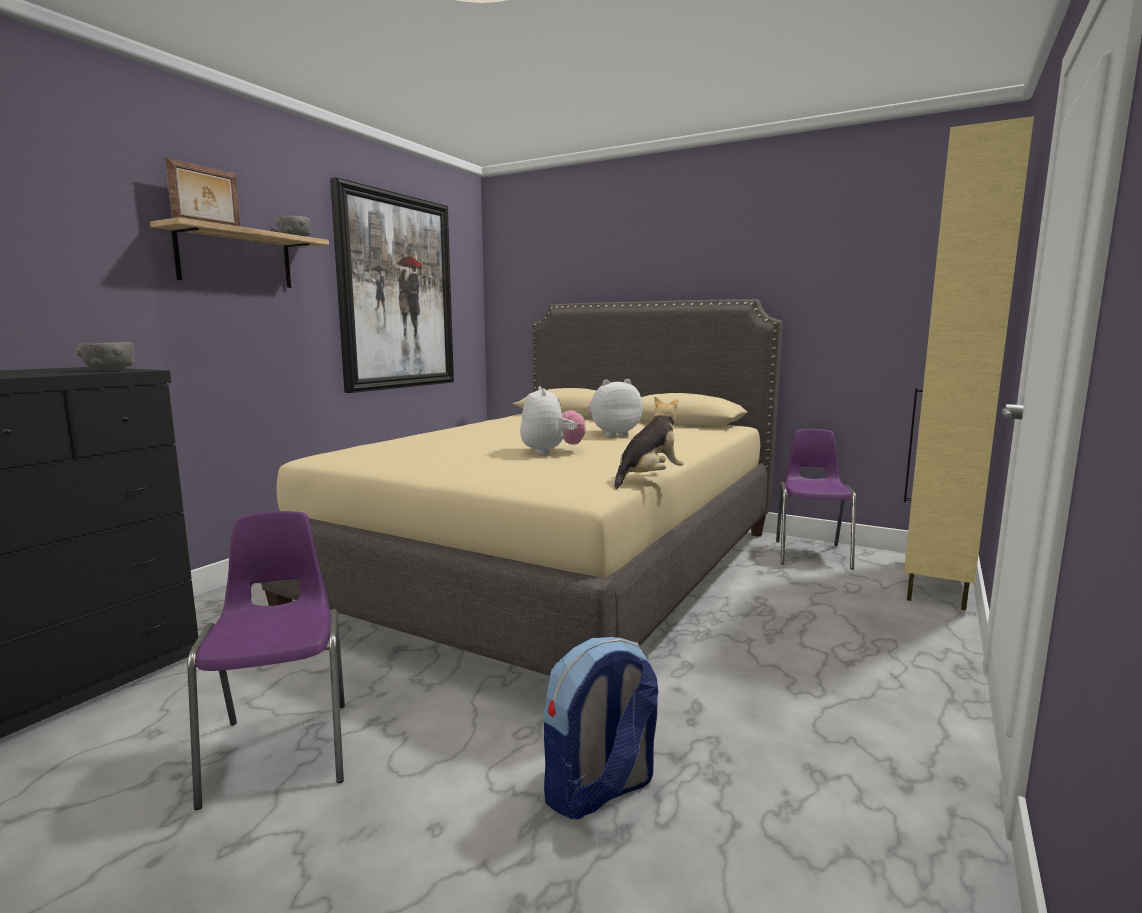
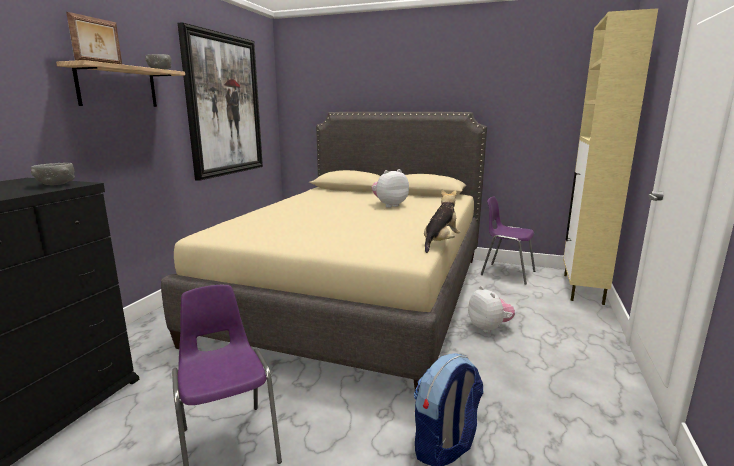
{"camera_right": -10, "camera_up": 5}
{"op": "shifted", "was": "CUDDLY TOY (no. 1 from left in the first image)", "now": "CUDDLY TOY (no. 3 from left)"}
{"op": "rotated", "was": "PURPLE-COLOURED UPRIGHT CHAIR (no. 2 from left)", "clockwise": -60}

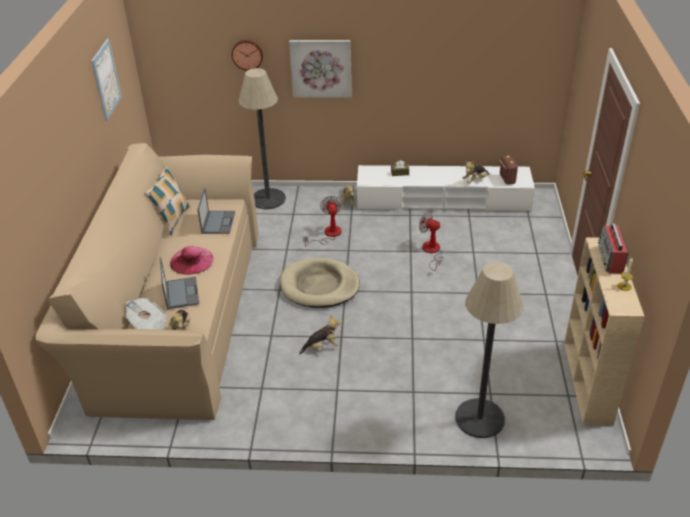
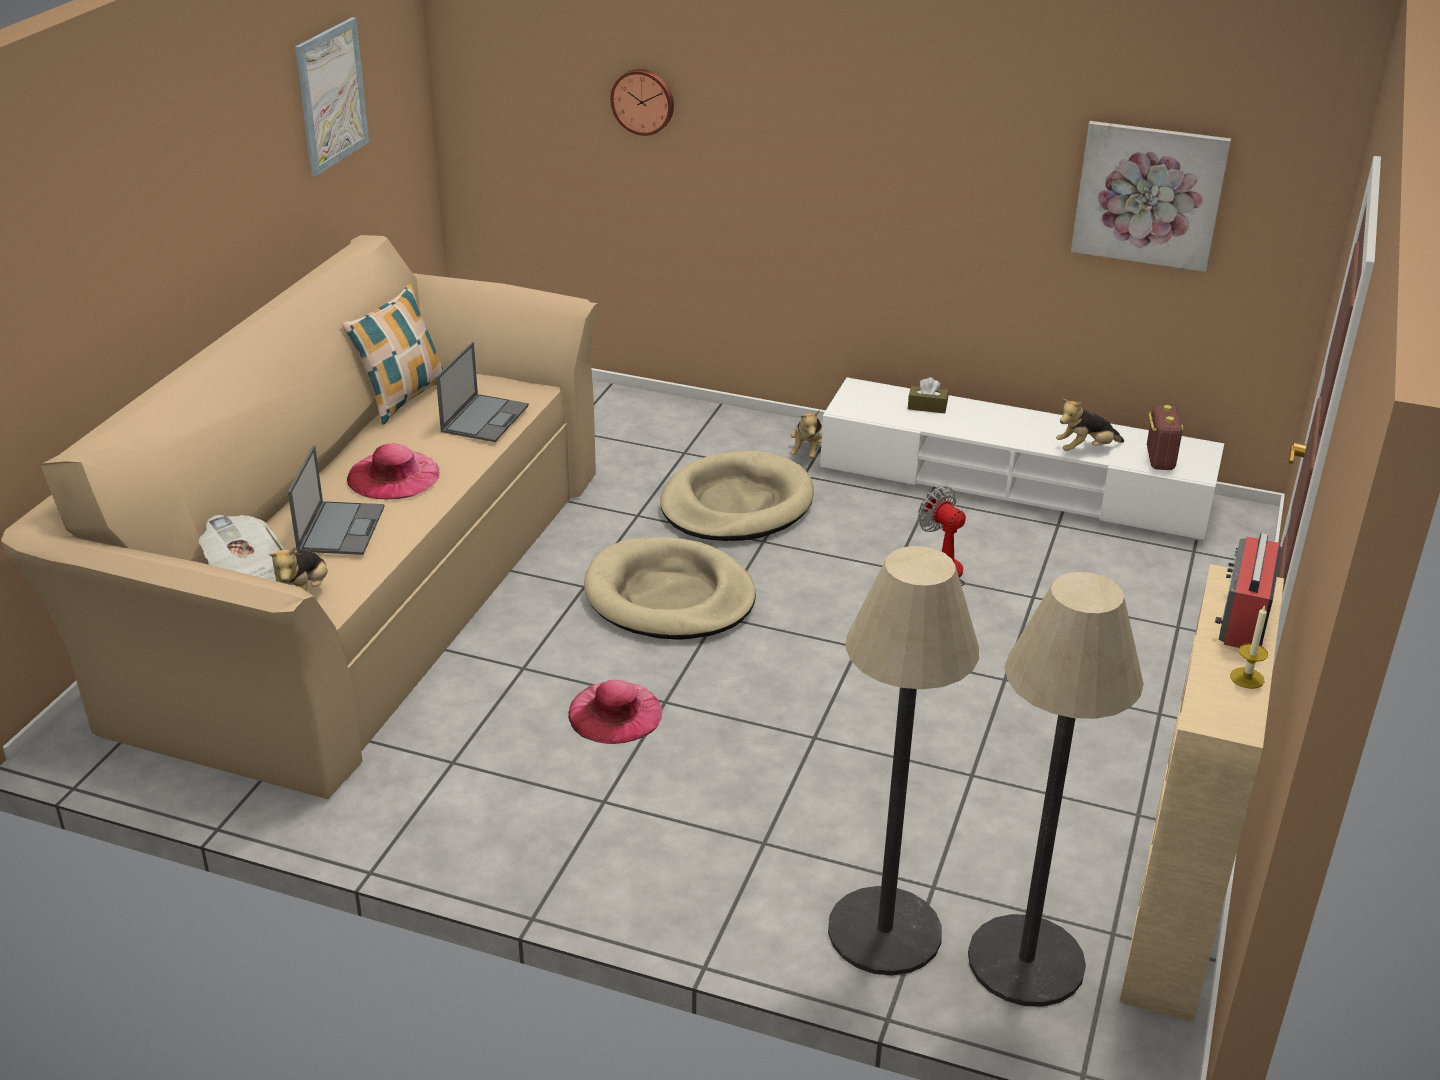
{"camera_right": 15, "camera_up": -5}
{"op": "swapped", "was": "CUDDLY TOY (no. 2 from left)", "now": "PINK WEARABLE HAT (no. 2 from left)"}
{"op": "swapped", "was": "FAN (no. 1 from left)", "now": "BEIGE-COLOURED DOG BED (no. 2 from left)"}
{"op": "shifted", "was": "FLOOR LAMP (no. 1 from left in the first image)", "now": "FLOOR LAMP (no. 2 from left)"}
{"op": "shifted", "was": "WALL PICTURE (no. 2 from left)"}

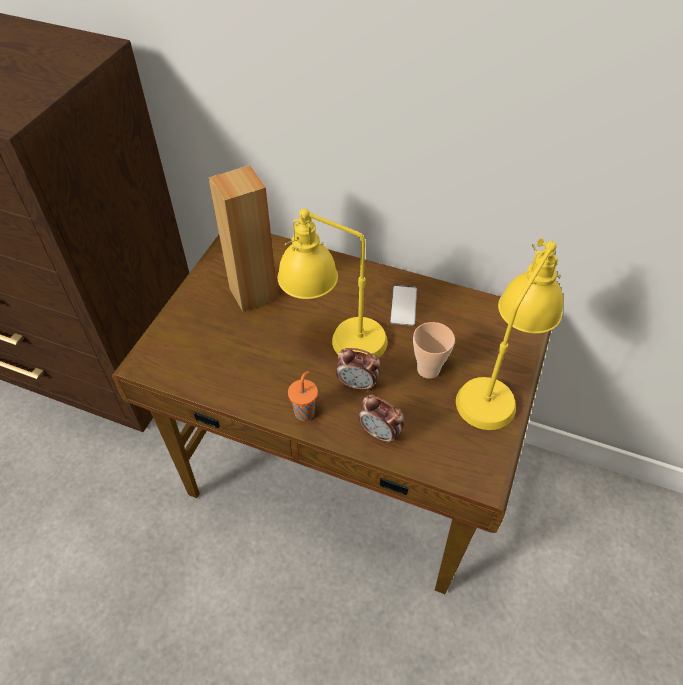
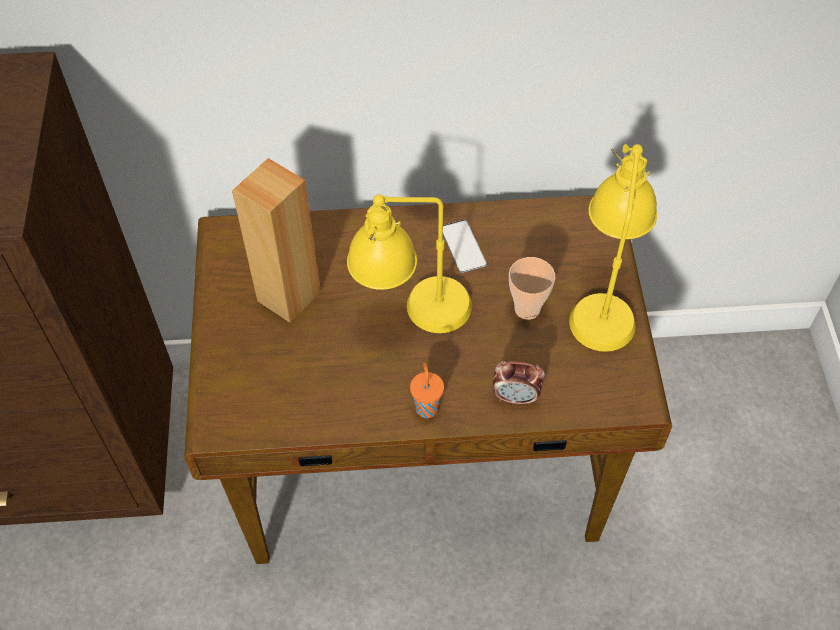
{"camera_right": -25, "camera_up": 5}
{"op": "gone", "was": "TABLE CLOCK (no. 1 from left)"}

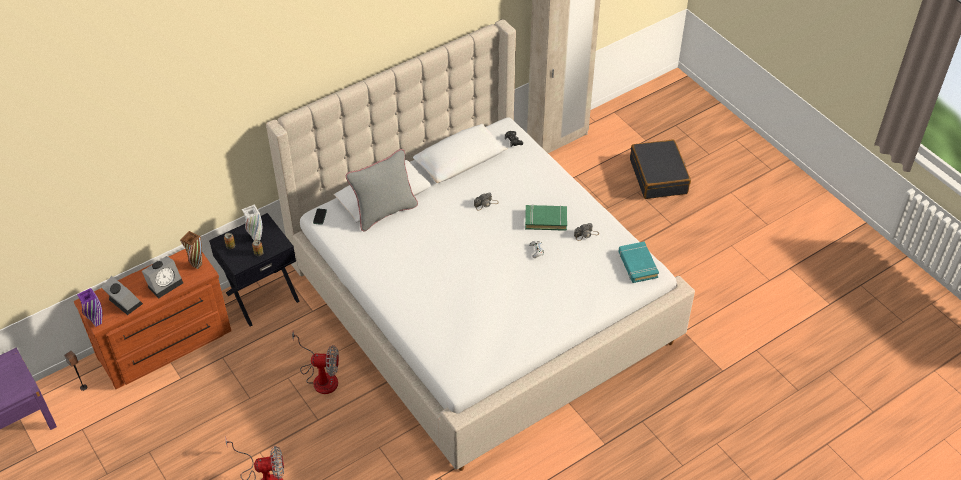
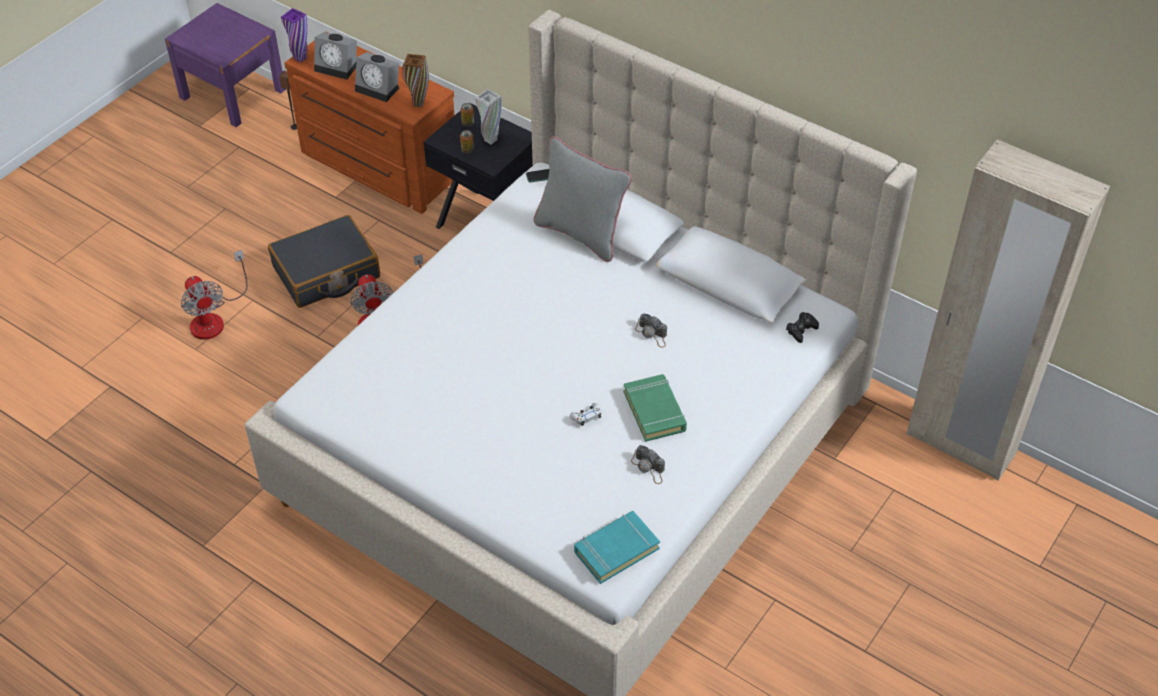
{"camera_right": 70, "camera_up": 0}
{"op": "shifted", "was": "BLACK-COLOURED TRAVEL CASE"}
{"op": "rotated", "was": "TABLE CLOCK (no. 1 from left)", "clockwise": 90}

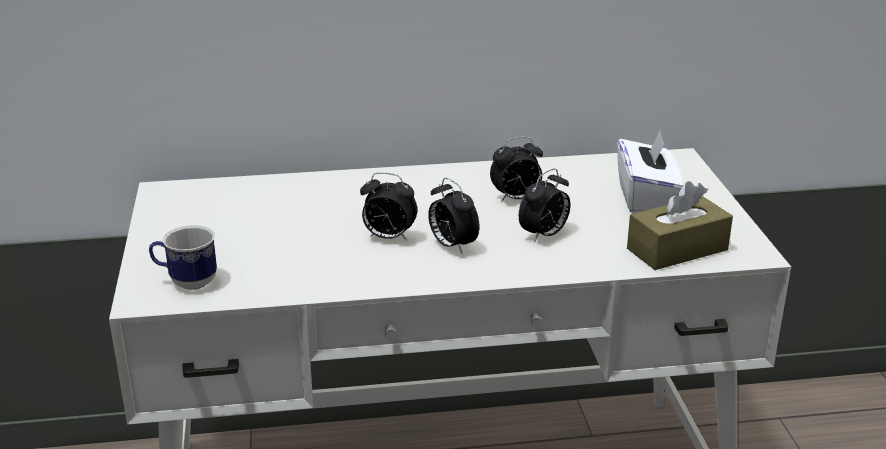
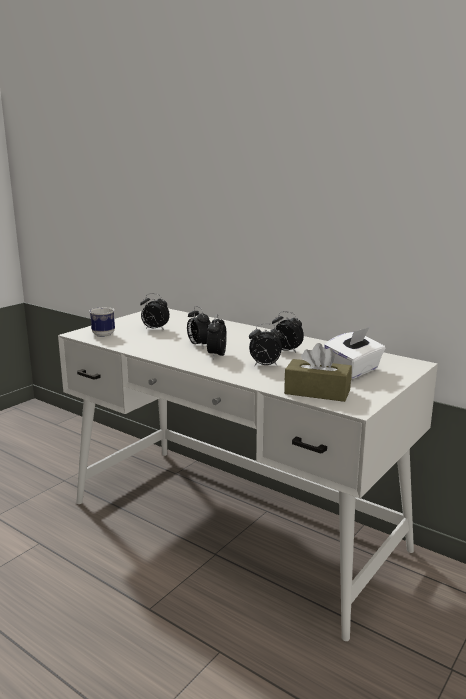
{"camera_right": 45, "camera_up": -10}
{"op": "new", "now": "TABLE CLOCK (no. 1 from left)"}

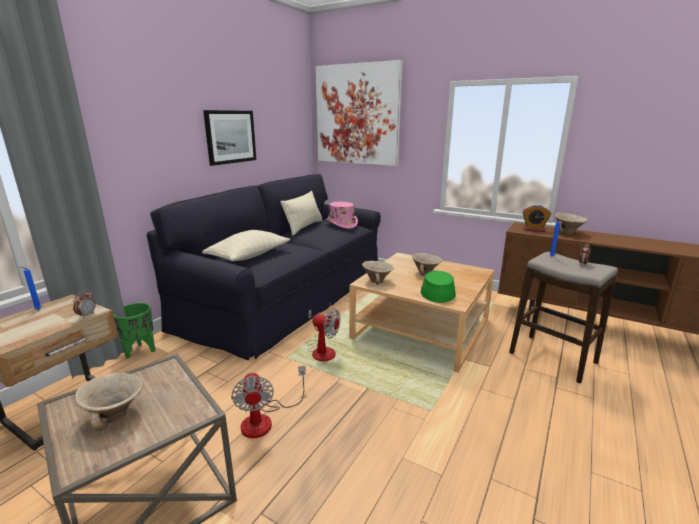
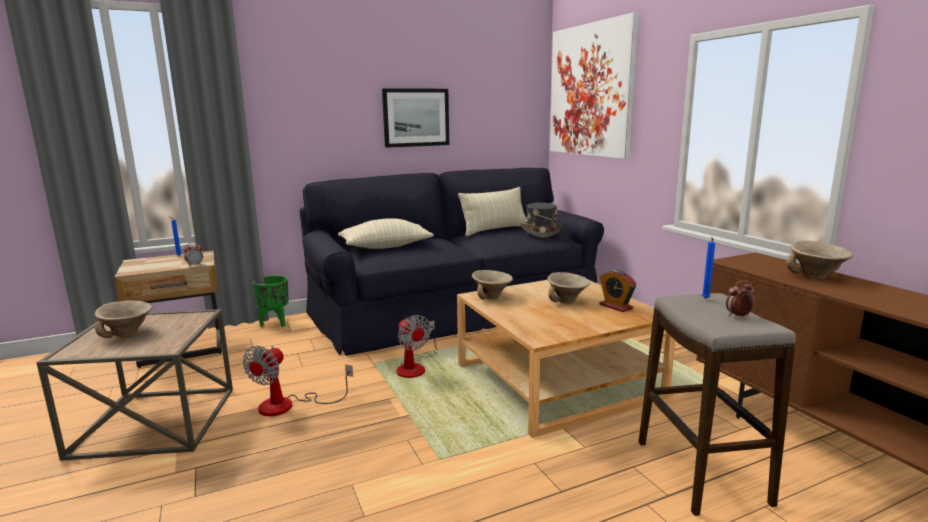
{"camera_right": 35, "camera_up": -5}
{"op": "repainted", "was": "PINK WEARABLE HAT", "now": "GREY WEARABLE HAT"}
{"op": "shifted", "was": "TABLE CLOCK (no. 2 from left)"}
{"op": "gone", "was": "GREEN-COLOURED WEARABLE HAT"}

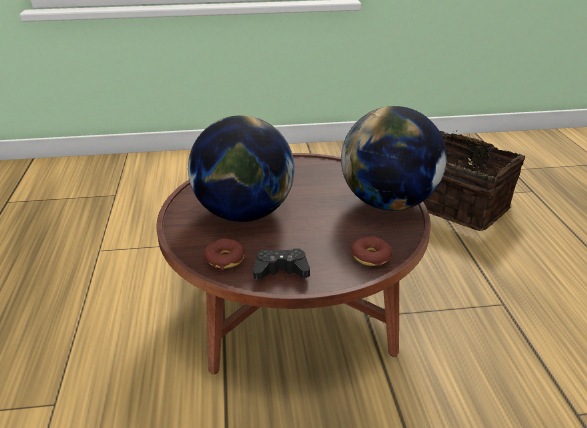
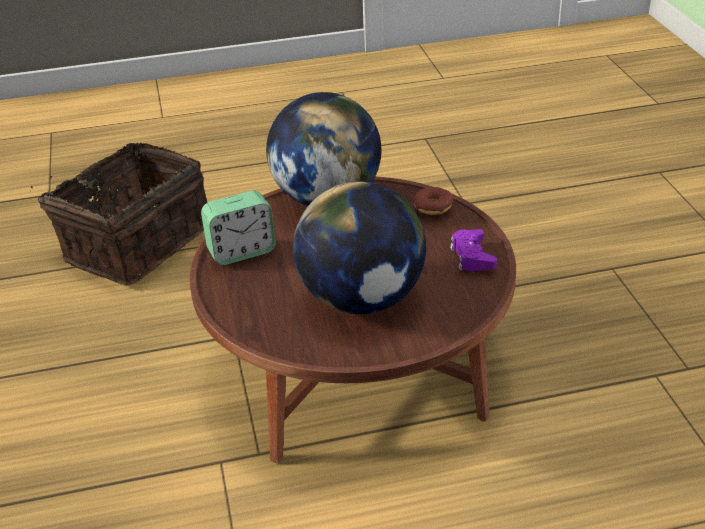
{"camera_right": -95, "camera_up": 5}
{"op": "new", "now": "TABLE CLOCK"}
{"op": "repainted", "was": "BLACK-COLOURED GAME CONTROLLER", "now": "PURPLE-COLOURED GAME CONTROLLER"}
{"op": "gone", "was": "RING DOUGHNUT (no. 1 from left)"}

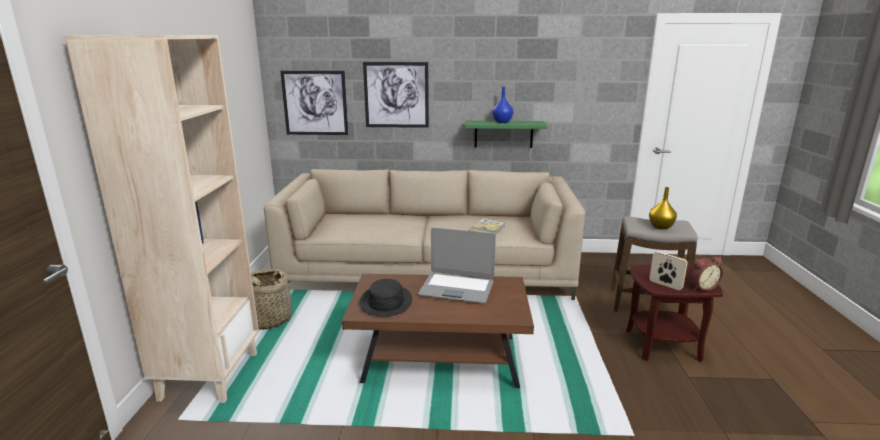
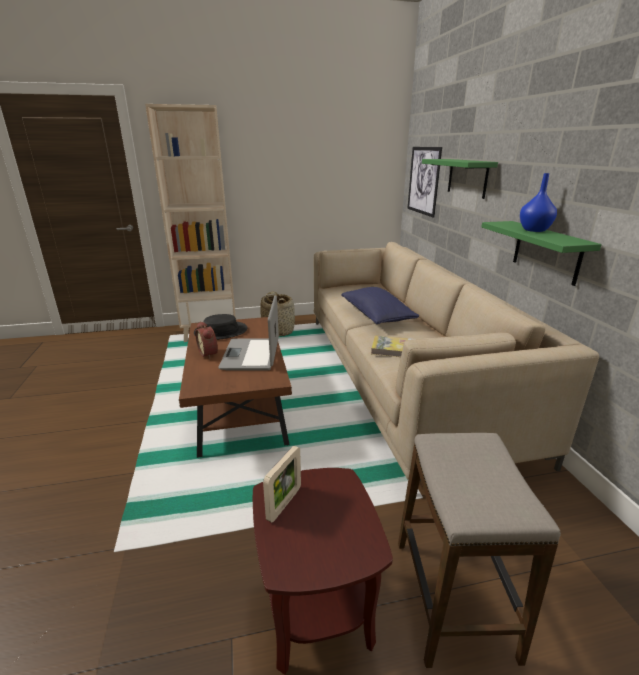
{"camera_right": 75, "camera_up": 5}
{"op": "shifted", "was": "TABLE CLOCK"}
{"op": "new", "now": "BLUE-COLOURED CUSHION"}
{"op": "swapped", "was": "WALL PICTURE (no. 2 from left)", "now": "GREEN-COLOURED WALL SHELF (no. 1 from left)"}
{"op": "gone", "was": "YELLOWISH FLOWER VASE"}

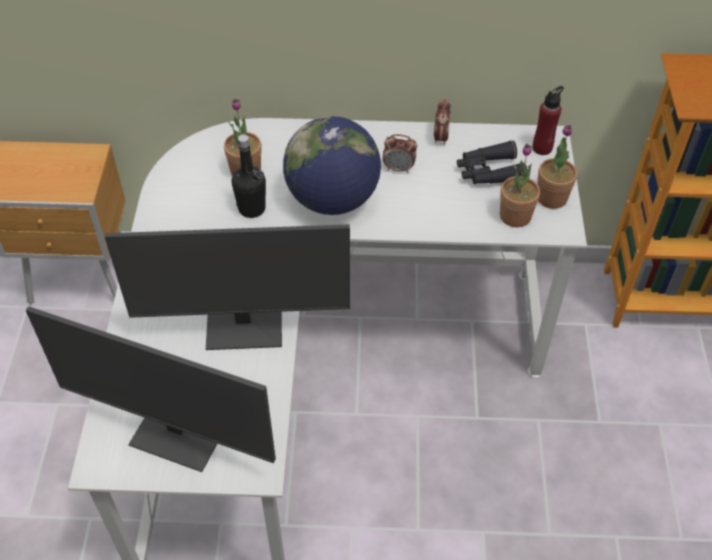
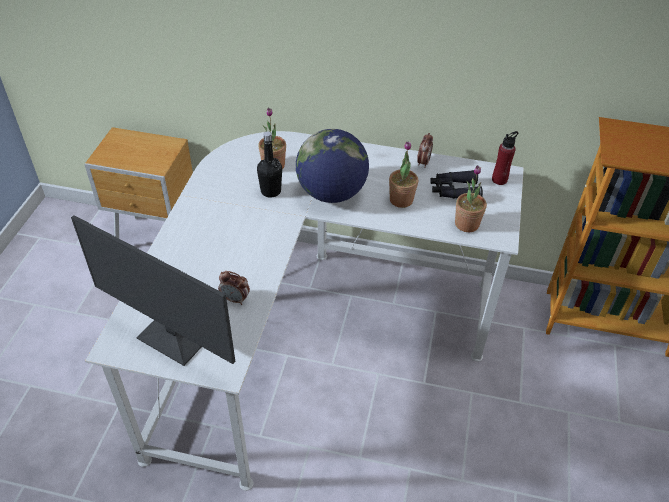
{"camera_right": 10, "camera_up": -5}
{"op": "shifted", "was": "TABLE CLOCK (no. 1 from left)"}
{"op": "shifted", "was": "PLANT IN A POT (no. 3 from left in the first image)", "now": "PLANT IN A POT (no. 2 from left)"}
{"op": "gone", "was": "MONITOR (no. 2 from left)"}

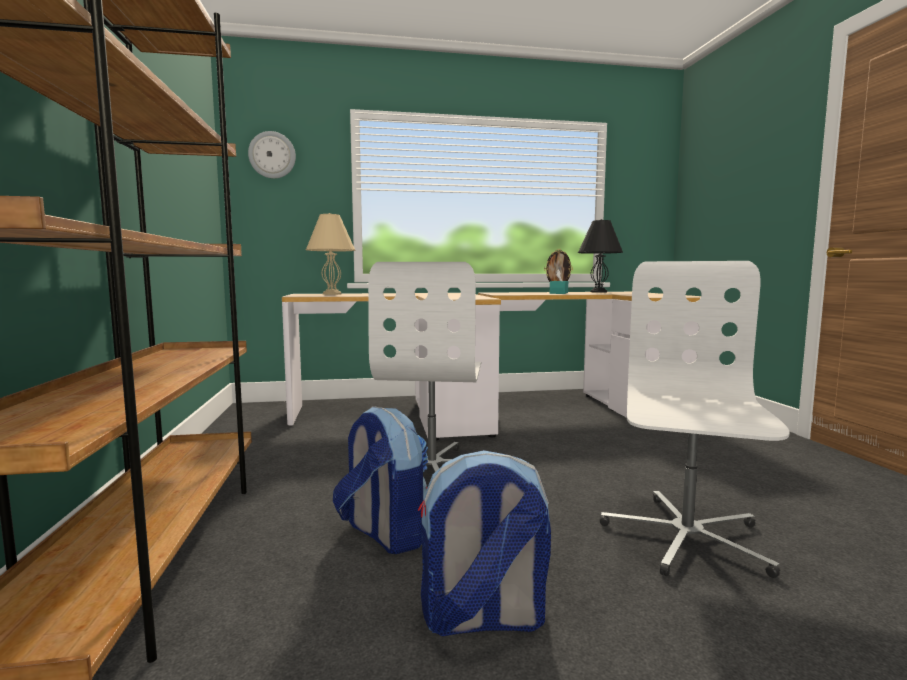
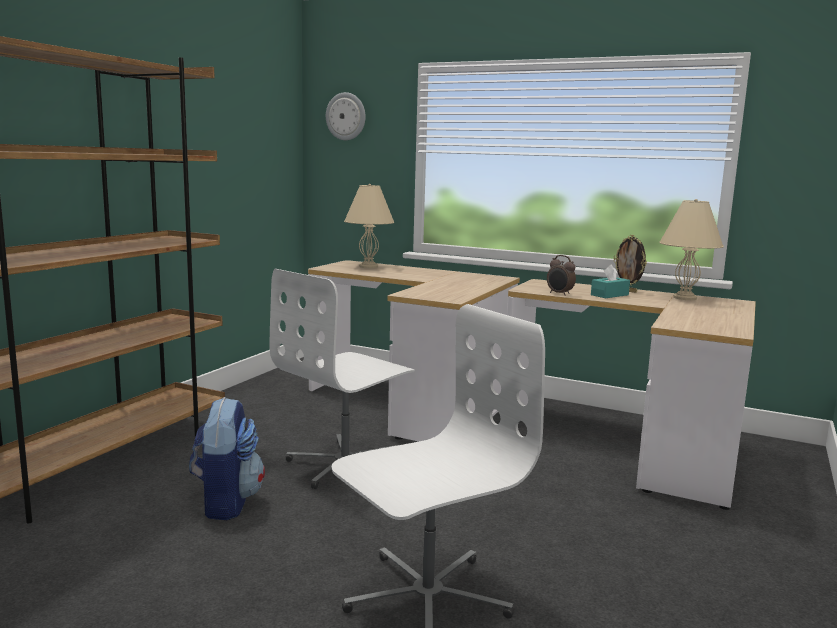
{"camera_right": 35, "camera_up": 5}
{"op": "new", "now": "TABLE CLOCK"}
{"op": "repainted", "was": "BLACK-COLOURED LAMP FOR A TABLE", "now": "BEIGE-COLOURED LAMP FOR A TABLE (no. 2 from left)"}
{"op": "gone", "was": "RUCKSACK (no. 2 from left)"}

